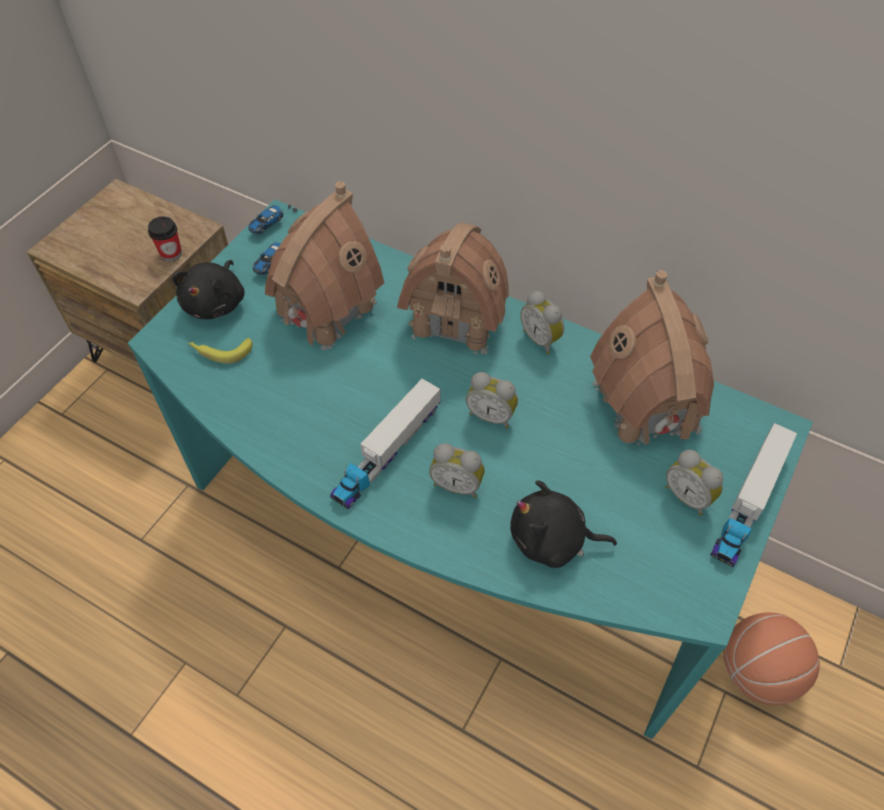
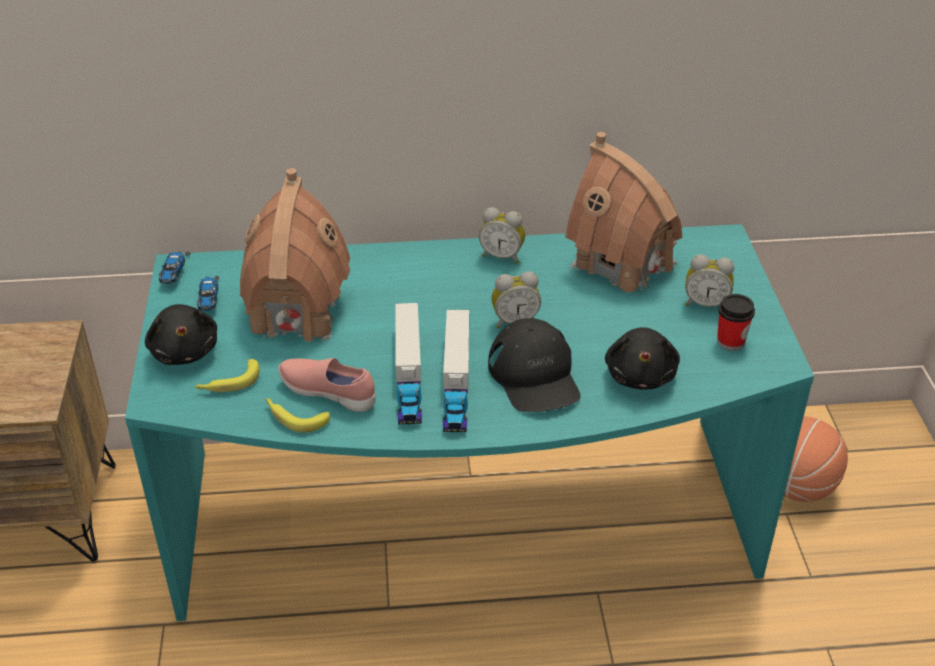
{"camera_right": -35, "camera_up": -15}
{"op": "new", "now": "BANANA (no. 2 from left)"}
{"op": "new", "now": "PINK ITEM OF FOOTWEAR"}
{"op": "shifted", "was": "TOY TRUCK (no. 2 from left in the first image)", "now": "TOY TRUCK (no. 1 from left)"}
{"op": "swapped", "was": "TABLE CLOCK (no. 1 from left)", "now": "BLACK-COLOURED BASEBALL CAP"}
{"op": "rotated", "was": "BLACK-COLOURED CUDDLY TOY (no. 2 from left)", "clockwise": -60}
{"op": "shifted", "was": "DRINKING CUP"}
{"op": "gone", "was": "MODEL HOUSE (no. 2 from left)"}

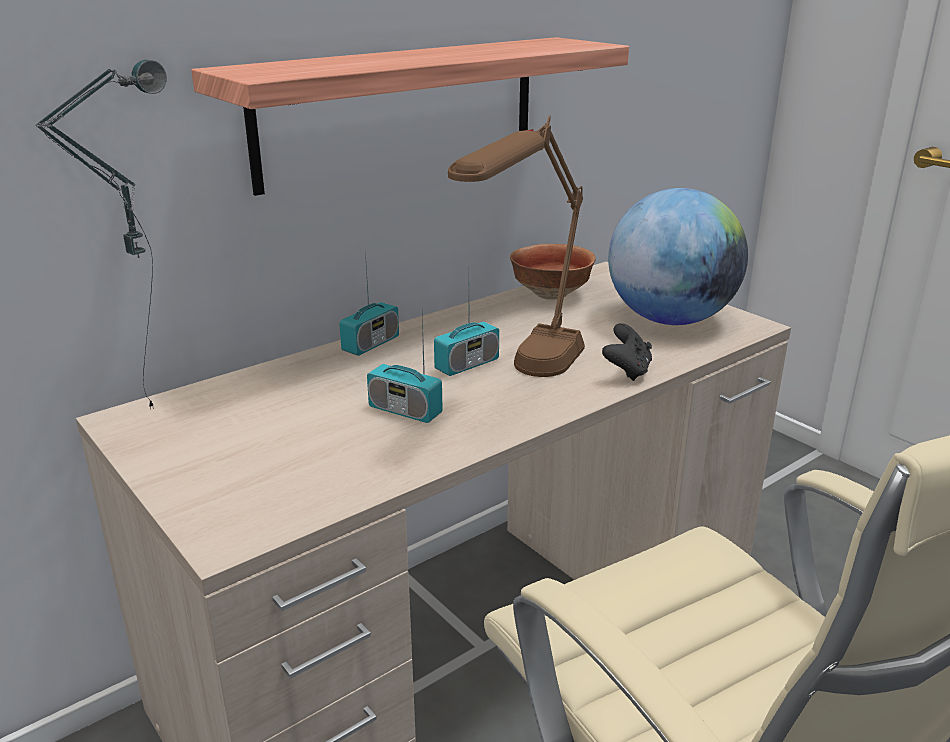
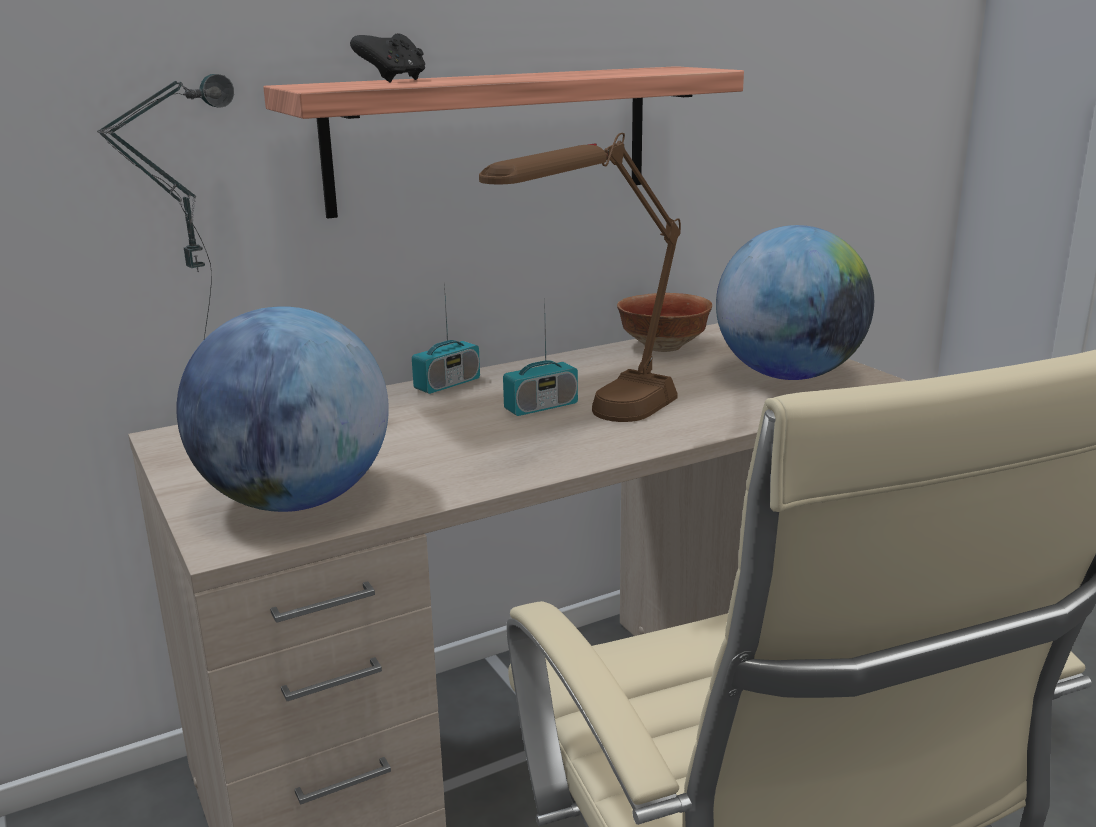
{"camera_right": 10, "camera_up": -5}
{"op": "new", "now": "WORLD GLOBE (no. 1 from left)"}
{"op": "shifted", "was": "BLACK-COLOURED GAME CONTROLLER"}
{"op": "gone", "was": "RADIO RECEIVER (no. 2 from left)"}

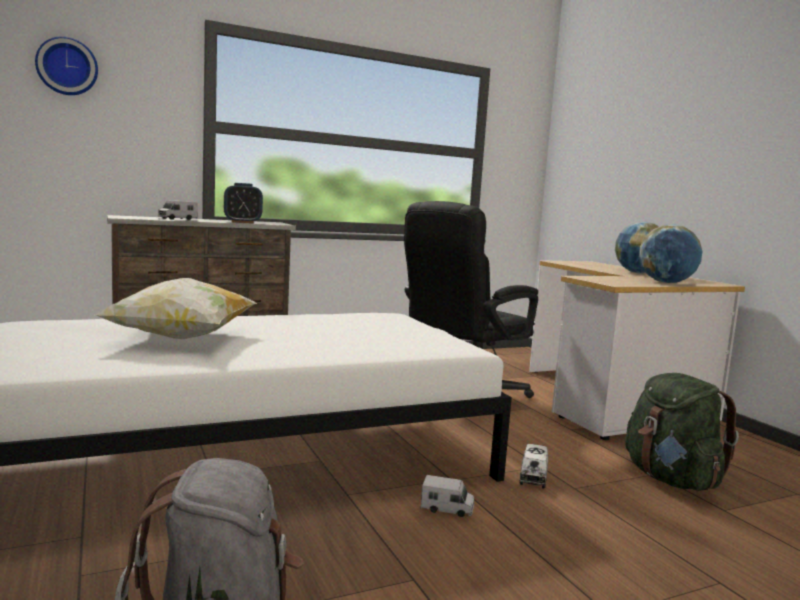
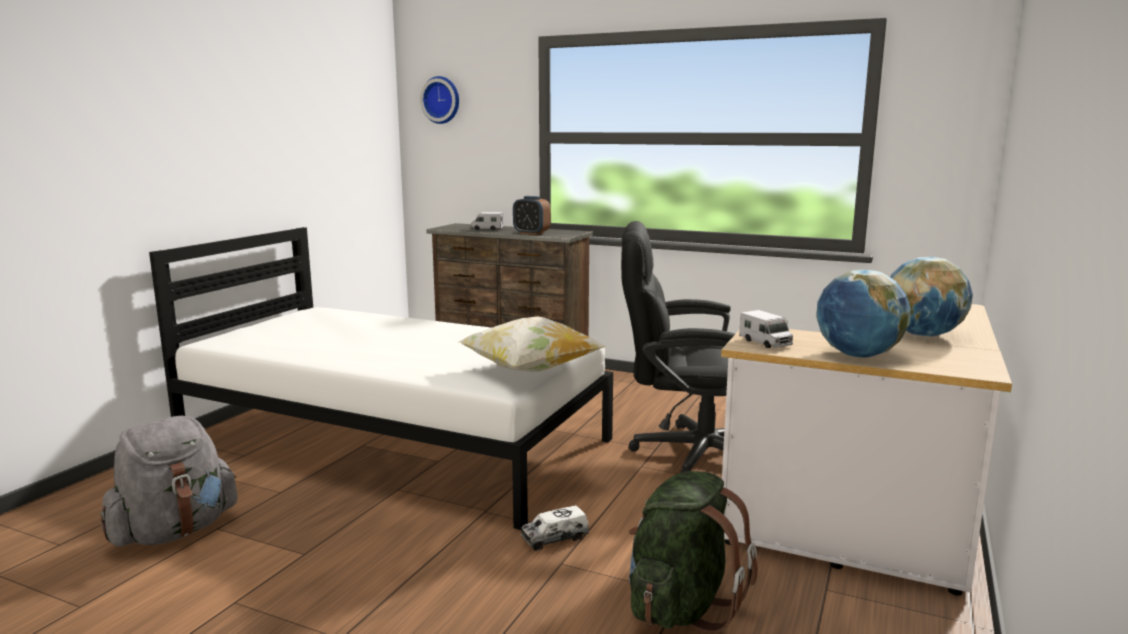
{"camera_right": 50, "camera_up": 5}
{"op": "shifted", "was": "CUSHION"}
{"op": "shifted", "was": "TOY TRUCK (no. 2 from left in the first image)", "now": "TOY TRUCK (no. 3 from left)"}

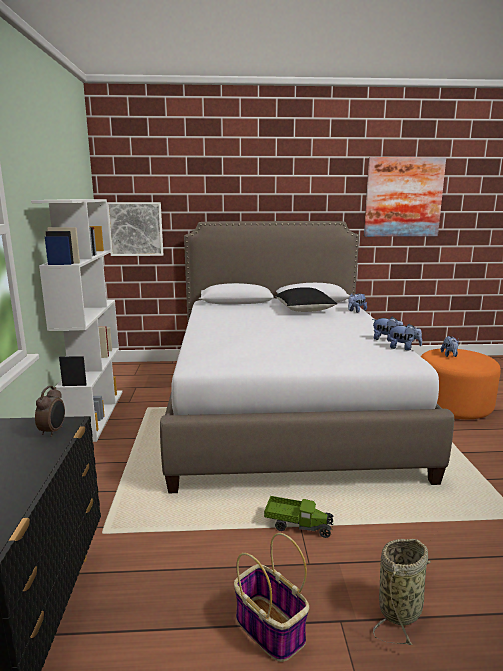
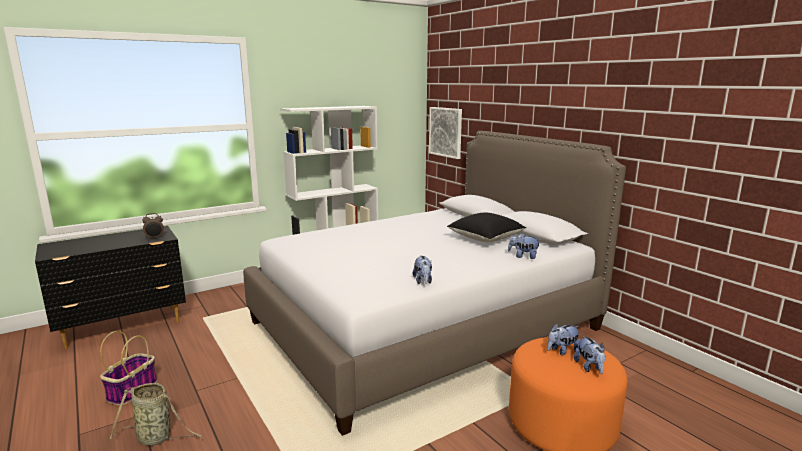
{"camera_right": 60, "camera_up": 0}
{"op": "shifted", "was": "CUDDLY TOY (no. 3 from left in the first image)", "now": "CUDDLY TOY (no. 4 from left)"}
{"op": "gone", "was": "TOY TRUCK"}
{"op": "gone", "was": "WALL PICTURE (no. 2 from left)"}

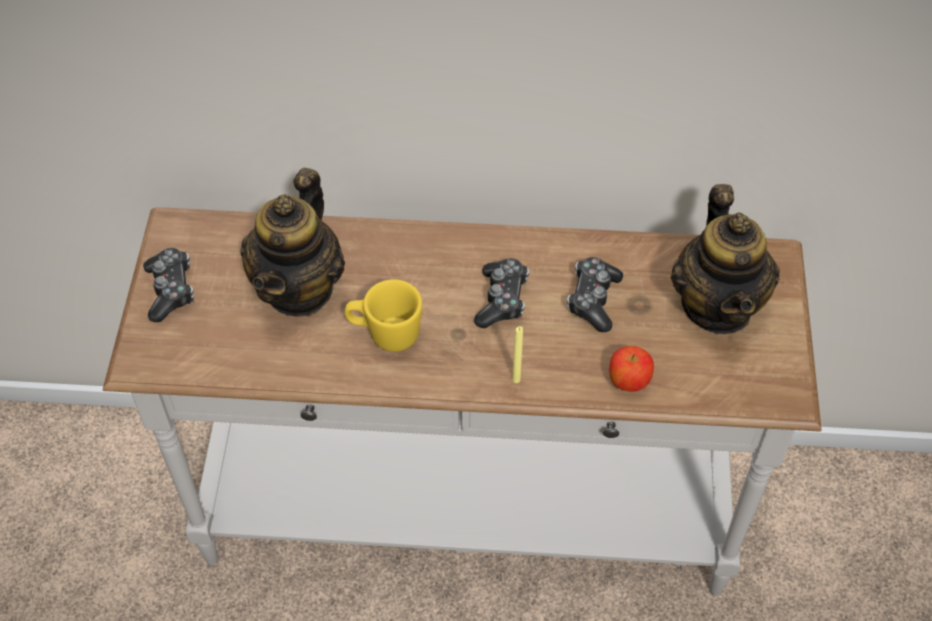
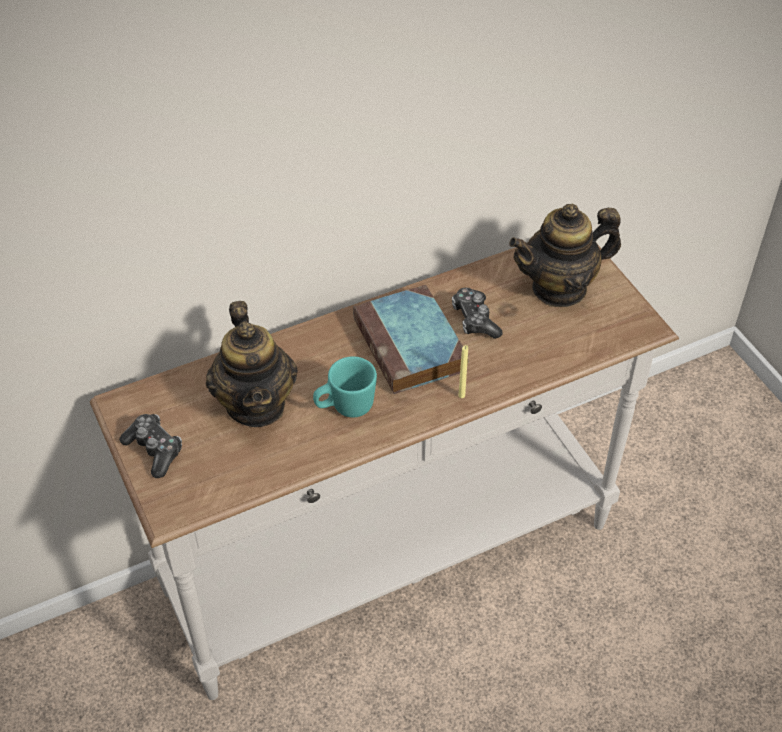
{"camera_right": -30, "camera_up": -5}
{"op": "repainted", "was": "YELLOWISH TEA MUG", "now": "TURQUOISE-COLOURED TEA MUG"}
{"op": "swapped", "was": "GAME CONTROLLER (no. 2 from left)", "now": "BOUND BOOK"}
{"op": "rotated", "was": "POT FOR TEA (no. 2 from left)", "clockwise": 105}
{"op": "gone", "was": "APPLE FRUIT"}

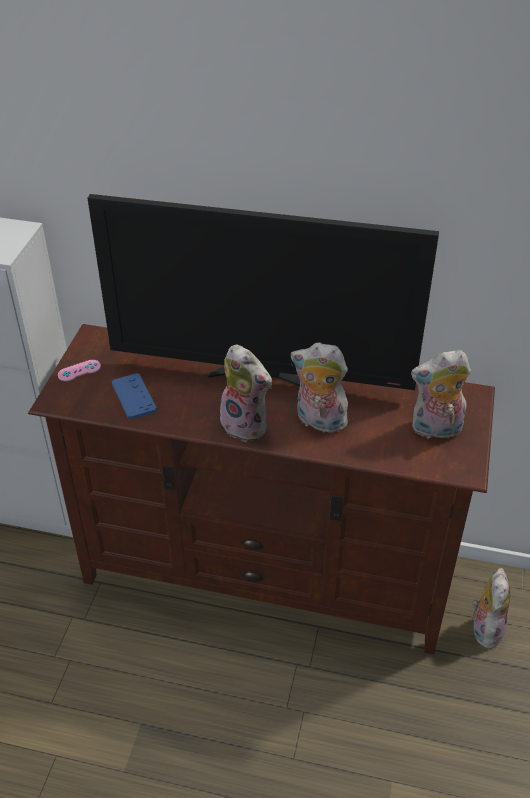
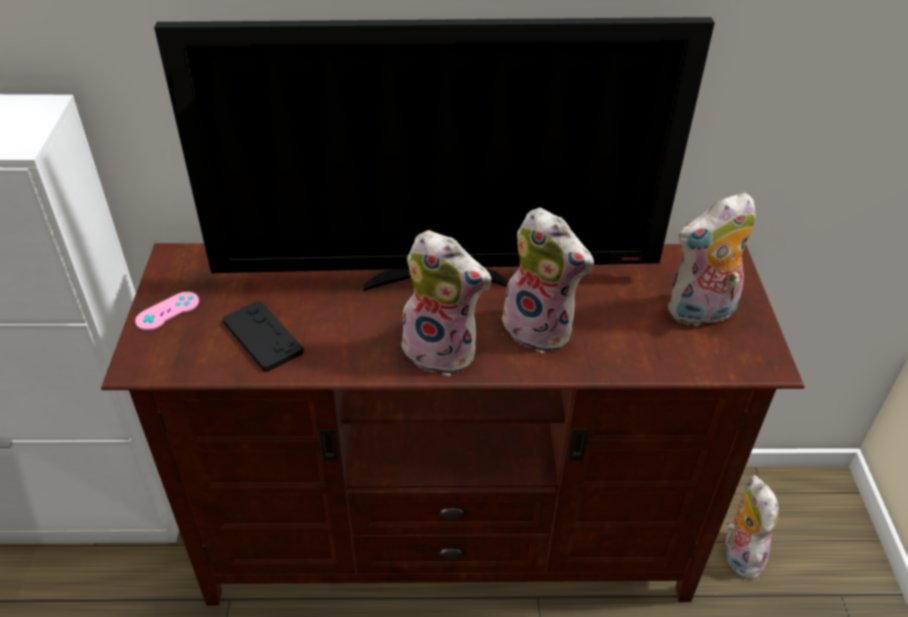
{"camera_right": -15, "camera_up": 0}
{"op": "repainted", "was": "BLUE-COLOURED GAME CONTROLLER", "now": "BLACK-COLOURED GAME CONTROLLER"}
{"op": "rotated", "was": "CUDDLY TOY (no. 2 from left)", "clockwise": -150}

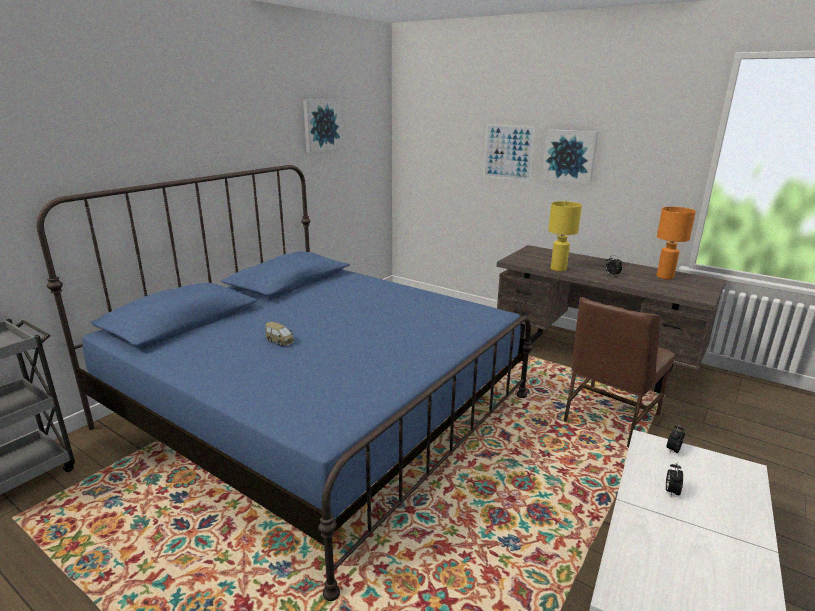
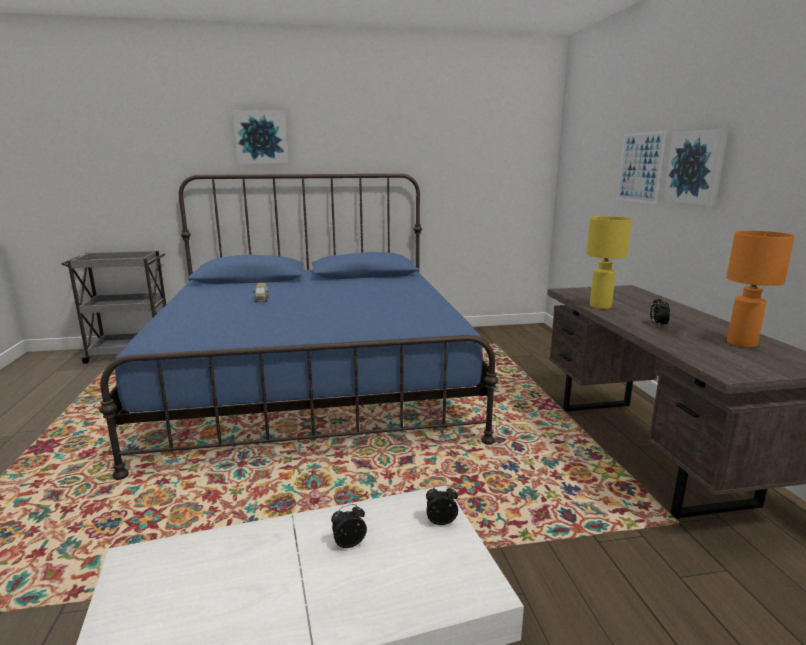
{"camera_right": 45, "camera_up": -5}
{"op": "shifted", "was": "WALL PICTURE (no. 1 from left)"}
{"op": "gone", "was": "BROWN UPRIGHT CHAIR"}

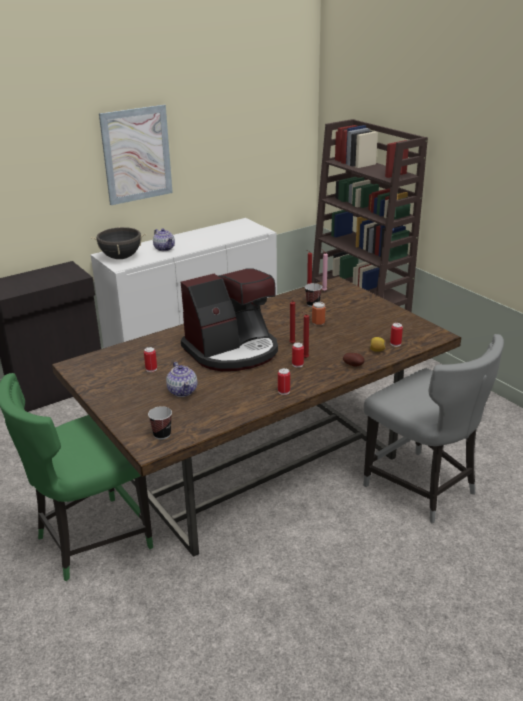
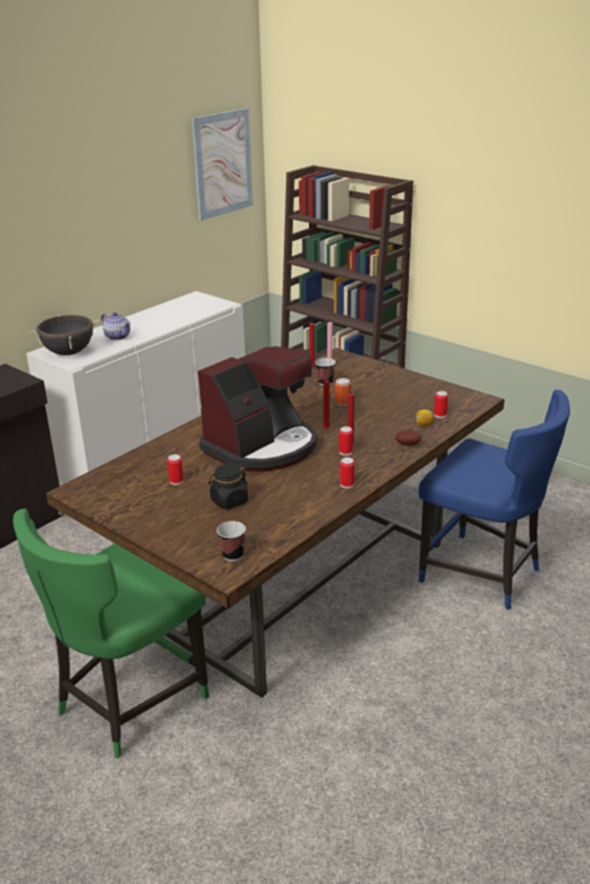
{"camera_right": -15, "camera_up": 0}
{"op": "shifted", "was": "WALL PICTURE"}
{"op": "swapped", "was": "POT FOR TEA (no. 2 from left)", "now": "BLACK-COLOURED PRESERVE JAR"}
{"op": "repainted", "was": "GREY UPRIGHT CHAIR", "now": "BLUE-COLOURED UPRIGHT CHAIR"}

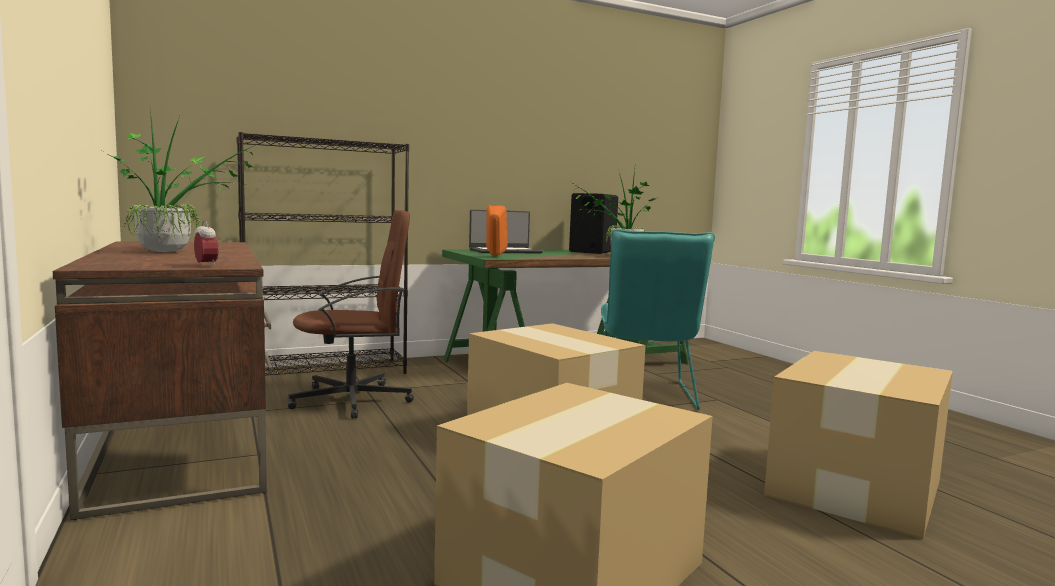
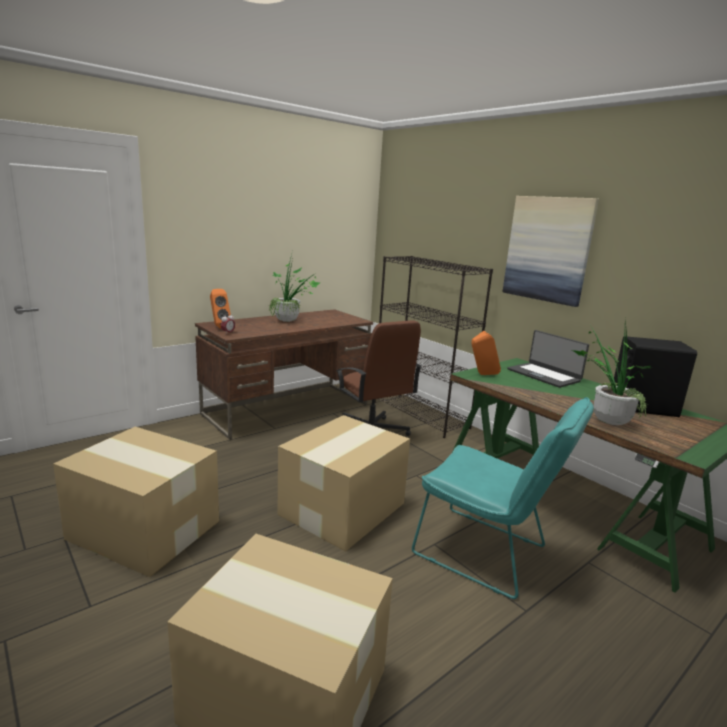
{"camera_right": 75, "camera_up": 10}
{"op": "new", "now": "ORANGE-COLOURED AUDIO SPEAKER (no. 1 from left)"}
{"op": "rotated", "was": "TURQUOISE-COLOURED UPRIGHT CHAIR", "clockwise": -135}
{"op": "new", "now": "WALL PICTURE"}

